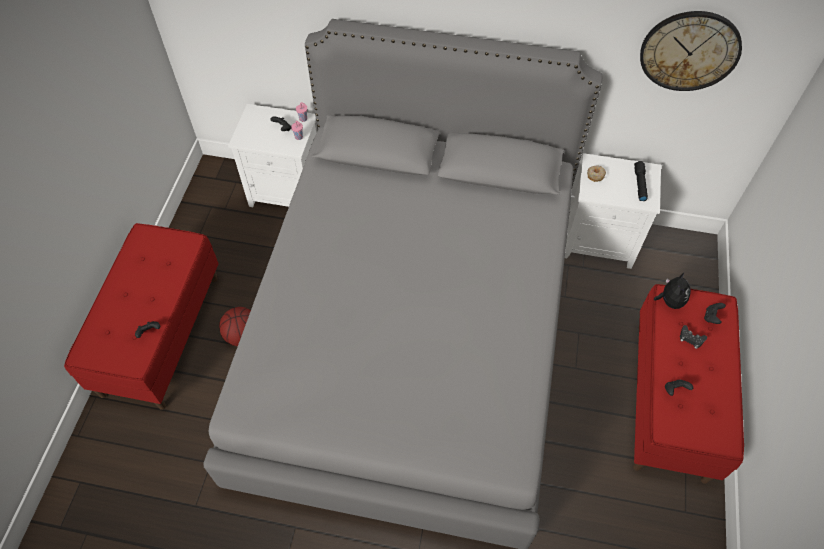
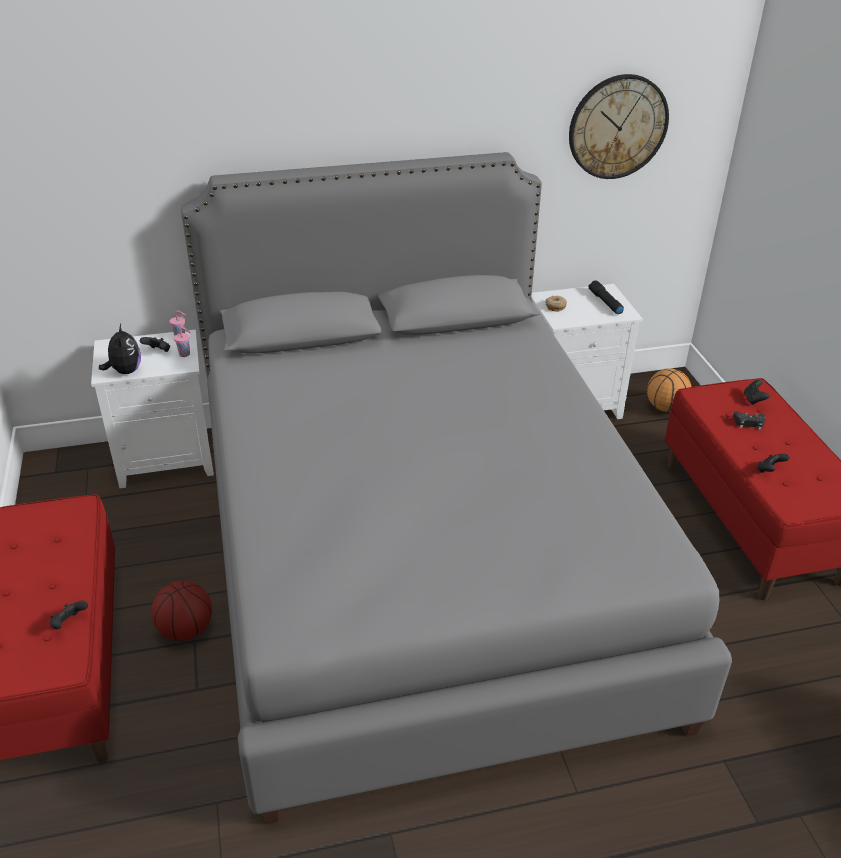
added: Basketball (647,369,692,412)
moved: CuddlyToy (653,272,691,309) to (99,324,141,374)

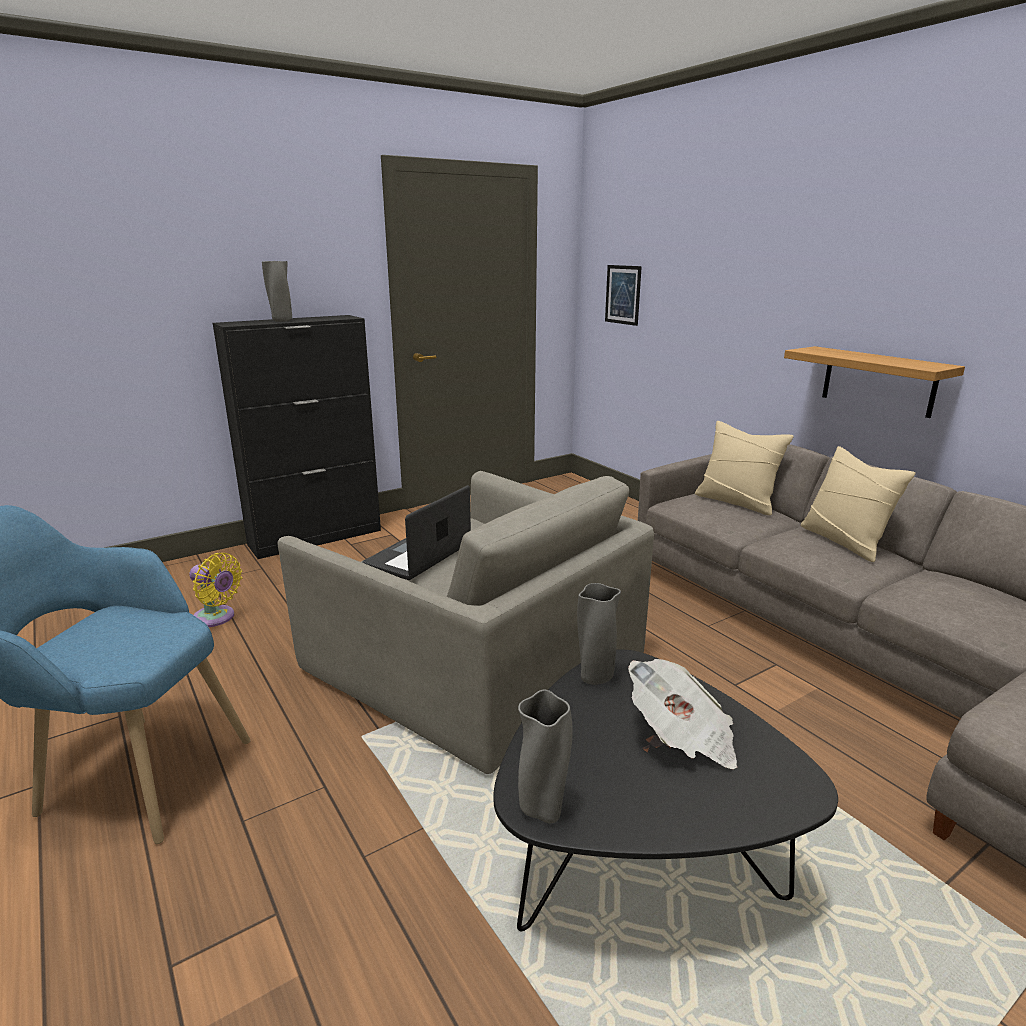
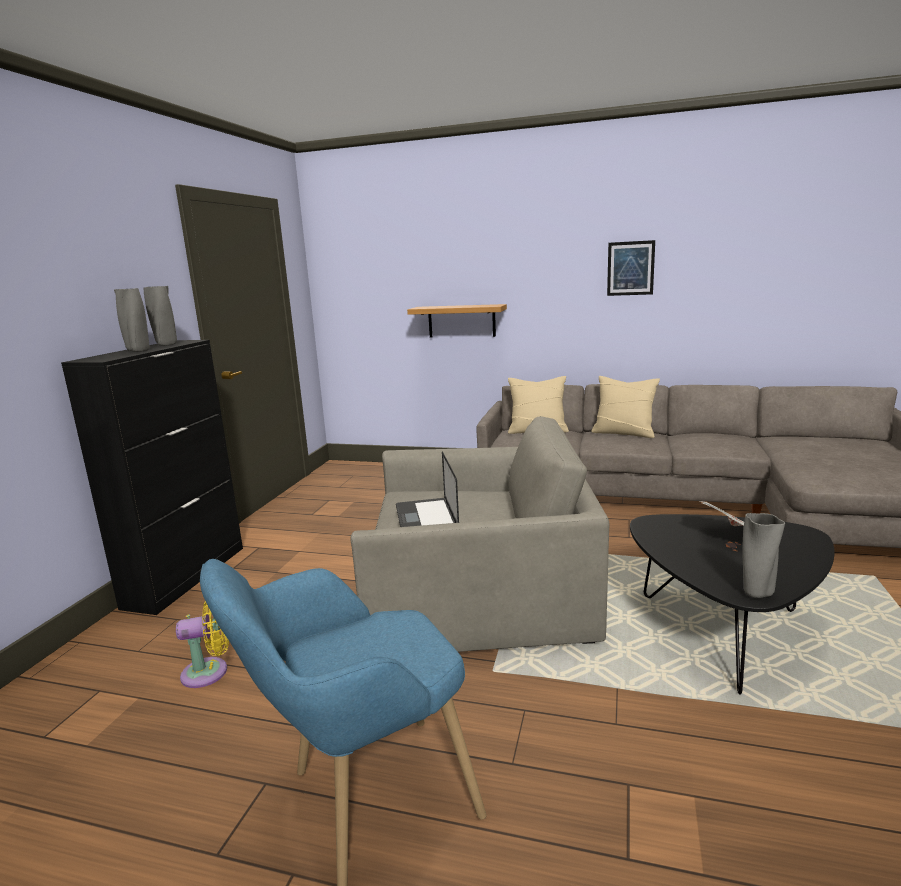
moved: GreyDecorativeVase (577,583,621,685) to (143,286,177,346); WallShelf (784,346,965,418) to (407,304,507,338); Picture (605,265,642,326) to (607,240,655,296)

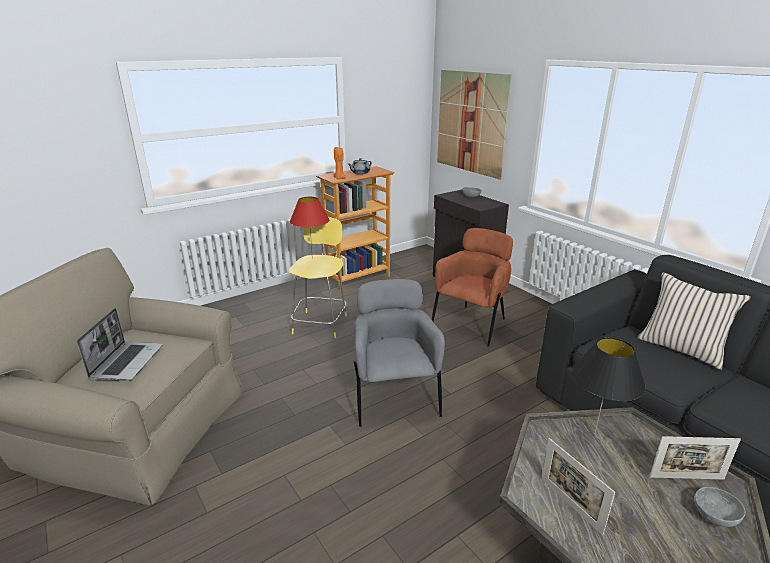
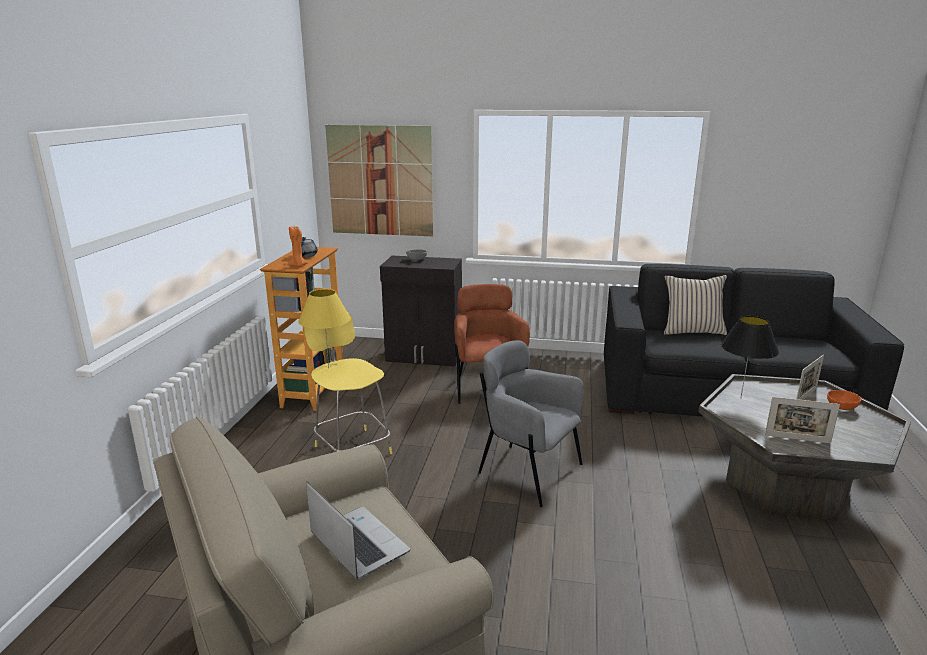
recoloured: RedColouredTabletopLamp (290,197,329,258) to YellowColouredTabletopLamp (298,289,351,369); GreyDeepDish (695,487,746,527) to OrangeyDeepDish (827,390,862,410)

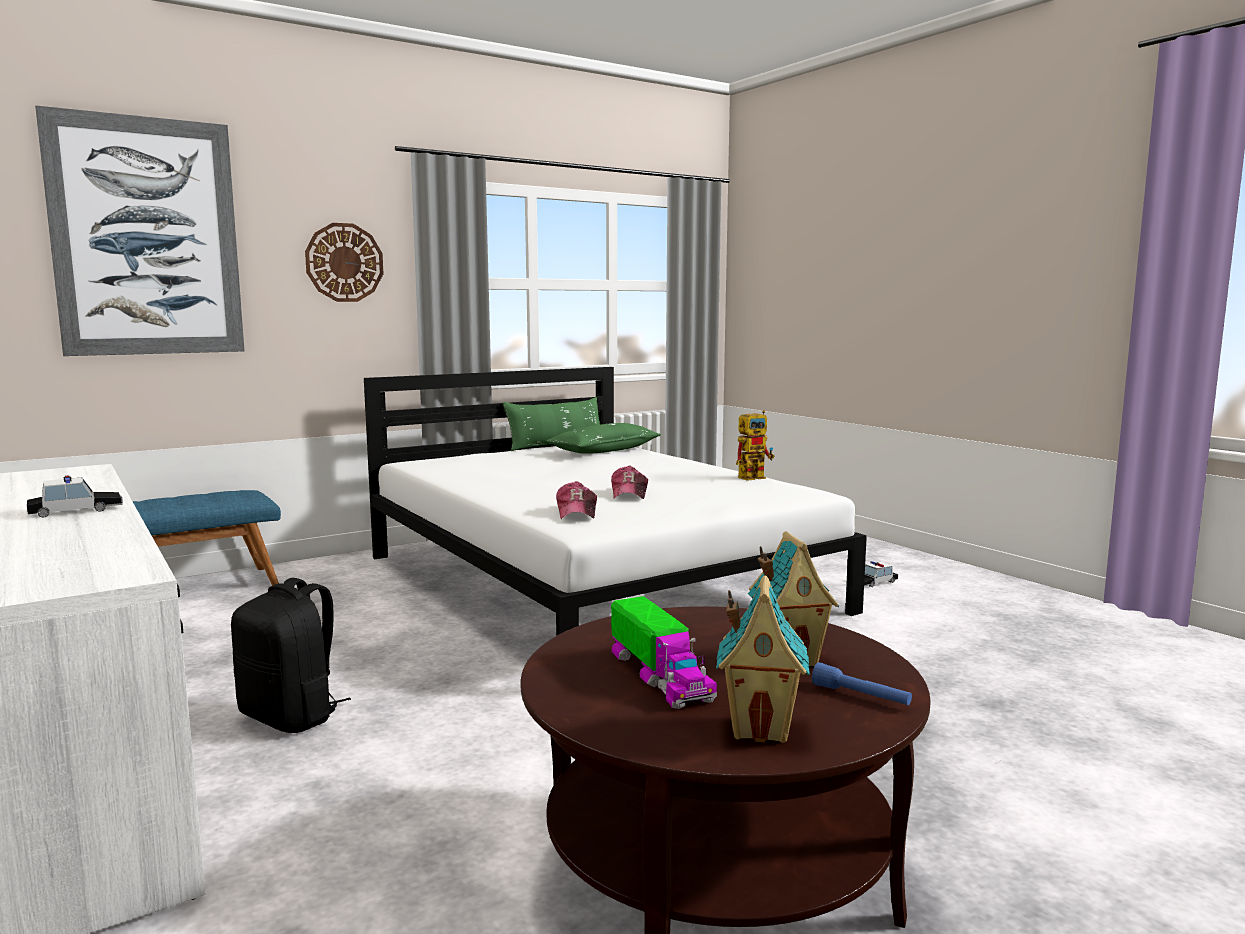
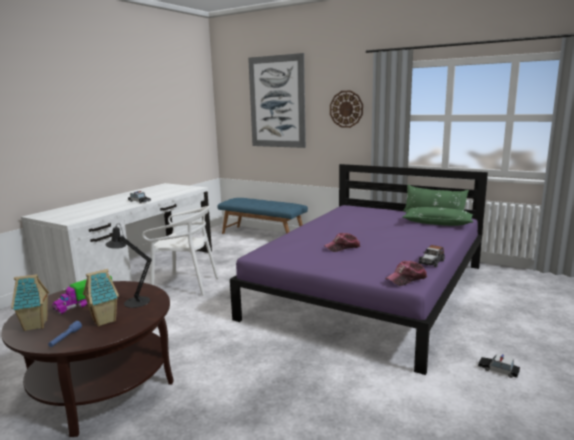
added: BlackishTabletopLamp (105,223,152,308)
moved: PeakedCap (556,481,597,519) to (385,261,427,286)
replaced: BlackishKnapsack (231,578,351,733) to WhitePlainChair (142,206,218,295); RobotFigure (736,410,775,481) to ToyCar (418,245,445,268)
recoloured: WhiteSleepingBed (364,367,867,636) to PurpleColouredSleepingBed (230,164,488,375)

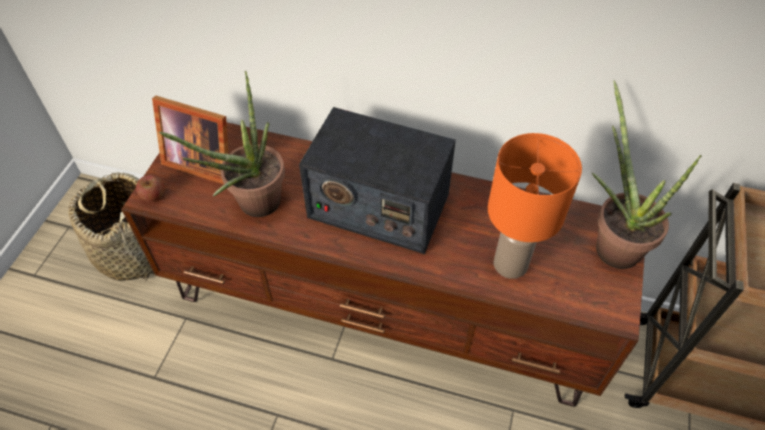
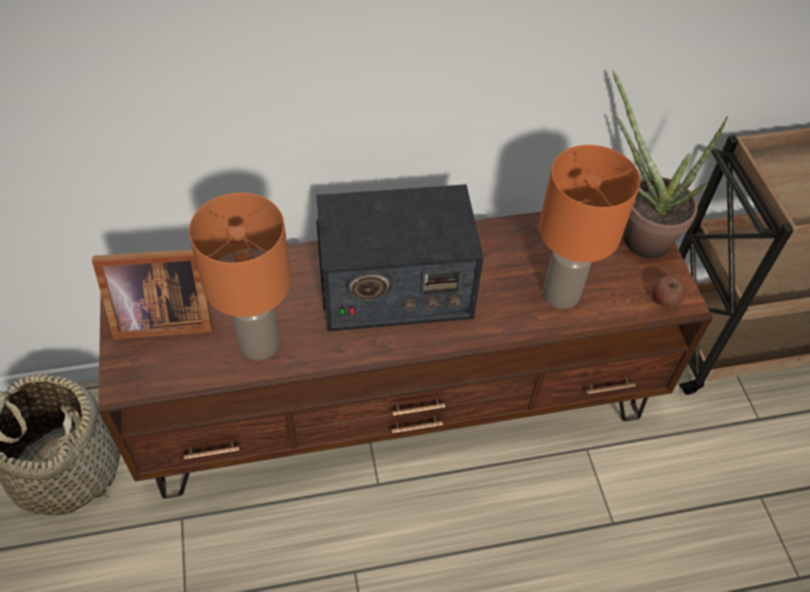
moved: Apple (136,175,165,202) to (652,276,686,307)
replaced: PottedPlant (159,71,285,217) to OrangeyTabletopLamp (189,193,291,360)

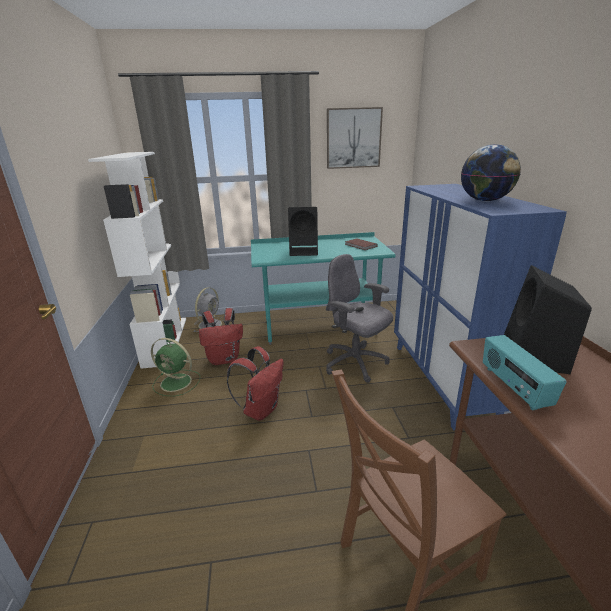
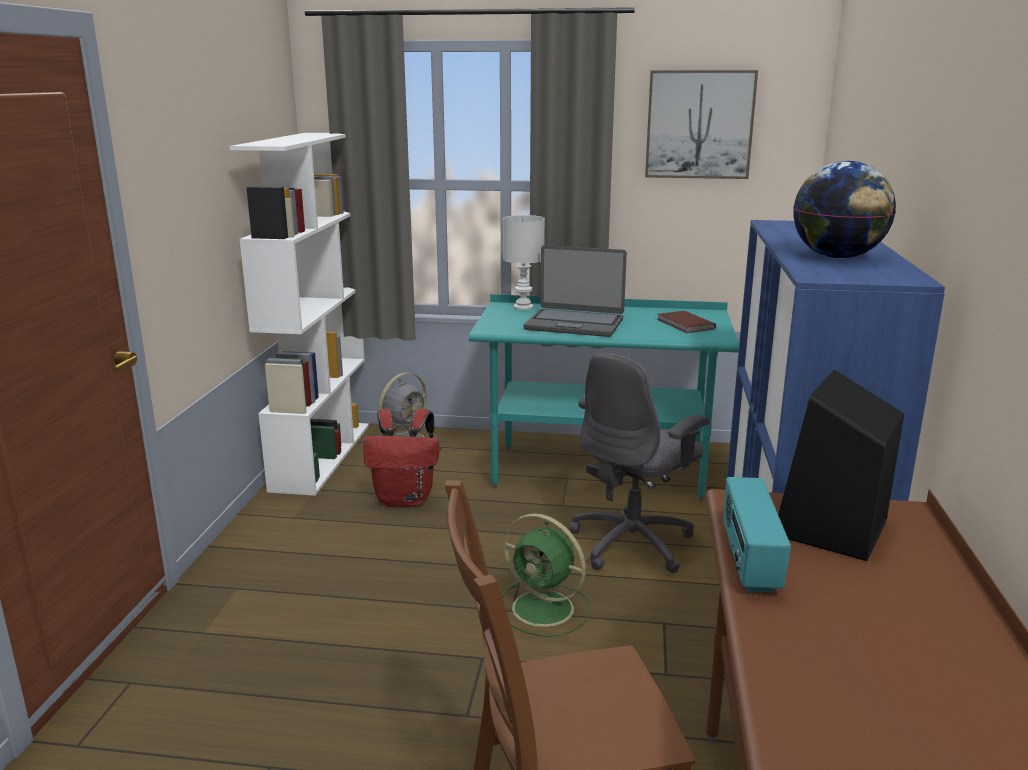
removed: RedColouredKnapsack (227,346,283,421)
added: WhiteTabletopLamp (503,215,545,310)
moved: GreenColouredCoolingFan (151,338,200,396) to (502,513,592,637)
replaced: BlackishSpeaker (288,207,318,256) to Laptop (524,245,627,337)
turned: GreyDeskChair (326,254,393,383) = (569,353,709,574) 105 degrees counterclockwise

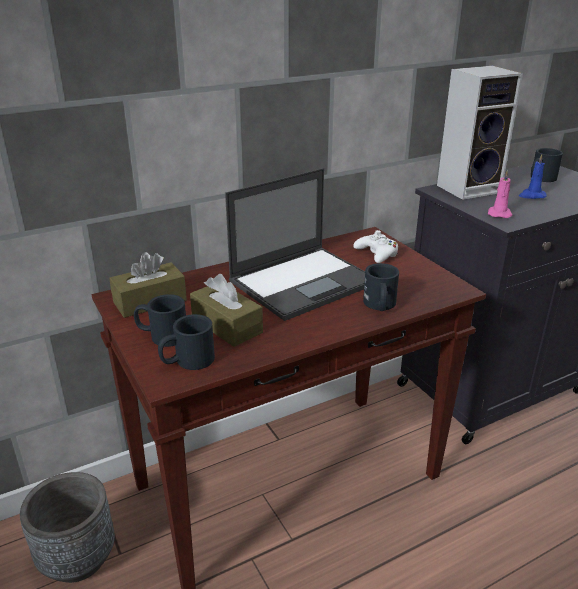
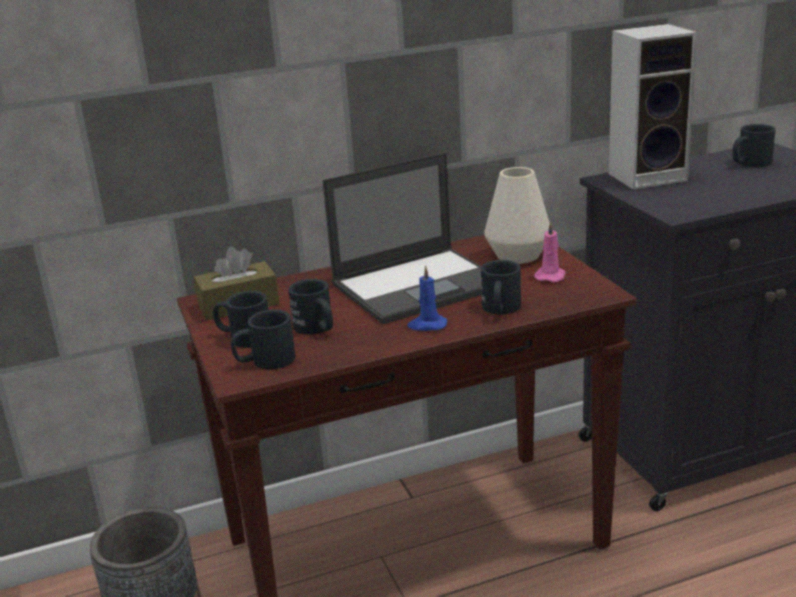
moved: BlueColouredCandle (519,154,547,199) to (407,265,447,331); PinkishCandle (488,169,512,218) to (534,221,566,282)
replaced: BrownTissueHolder (190,274,263,347) to BlackishCoffeeMug (288,279,333,334); WhiteGamepad (353,230,398,263) to WhiteDecorativeVase (484,167,550,264)

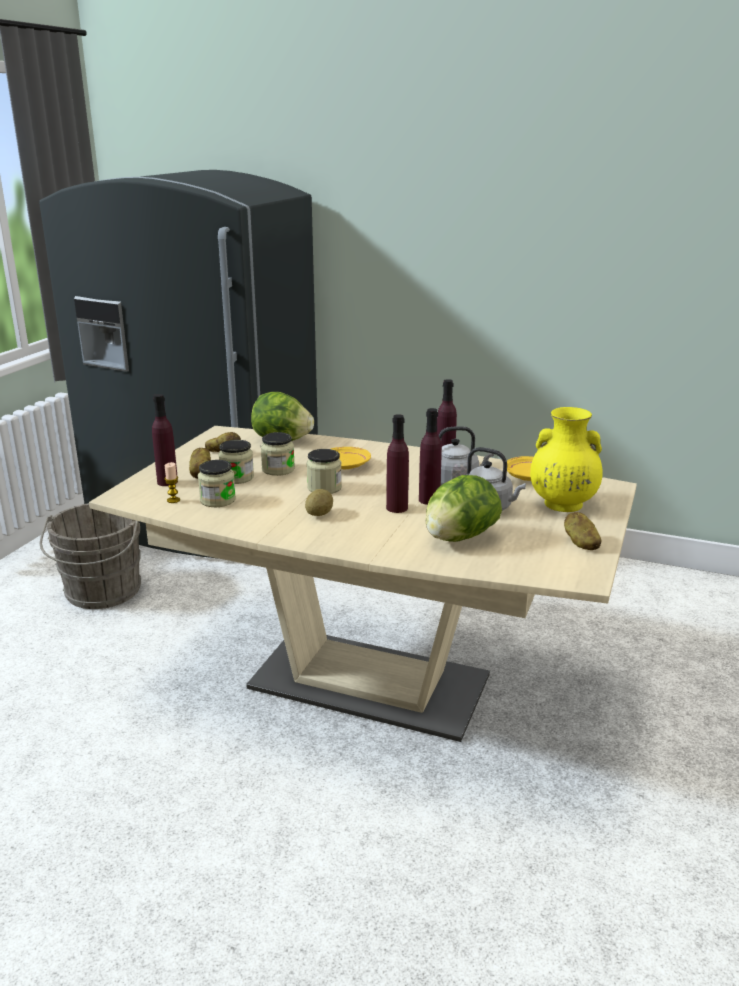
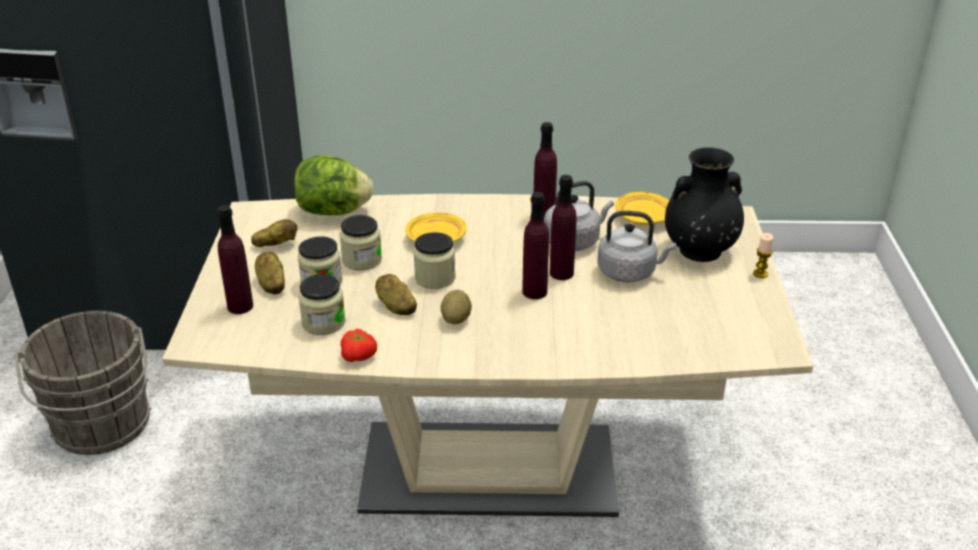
removed: Lettuce (425,475,502,542)
added: FreshTomato (341,329,377,362)
moved: Potato (564,512,601,550) to (375,274,417,315); Candle (164,462,180,503) to (753,233,773,278)
recoloured: YellowColouredDecorativeVase (530,407,603,512) to BlackishDecorativeVase (665,147,744,262)

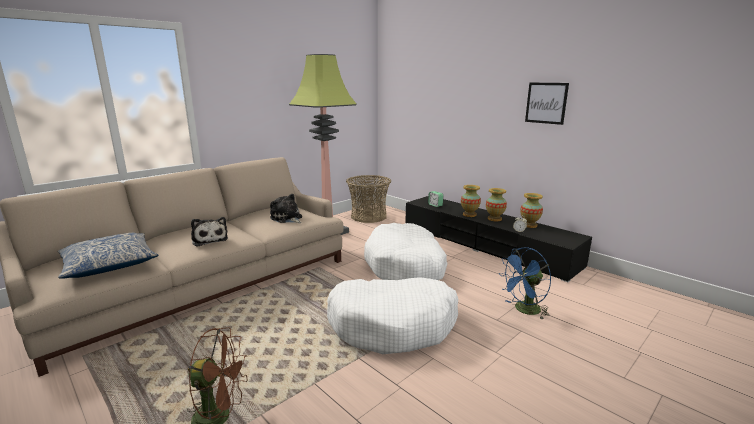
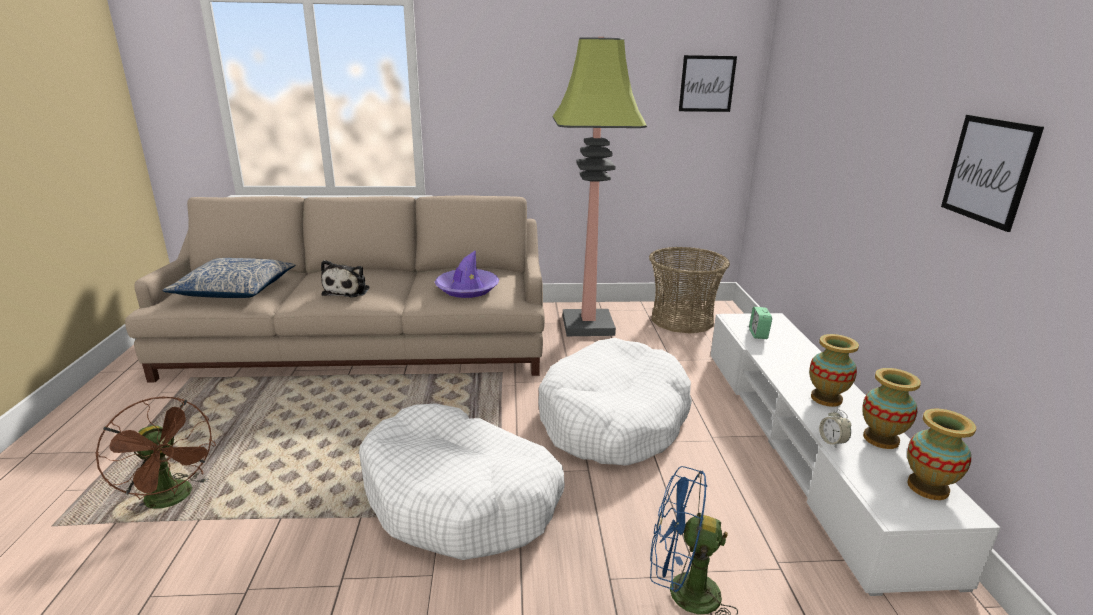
added: Picture (679,55,737,112)
moved: DecorativeVase (461,185,481,217) to (907,408,976,500)
replaced: CuddlyToy (270,194,302,223) to PurpleColouredWearableHat (435,250,499,298)
recoloured: BlackishMediaConsole (405,196,592,282) to WhiteMediaConsole (710,313,1001,596)

